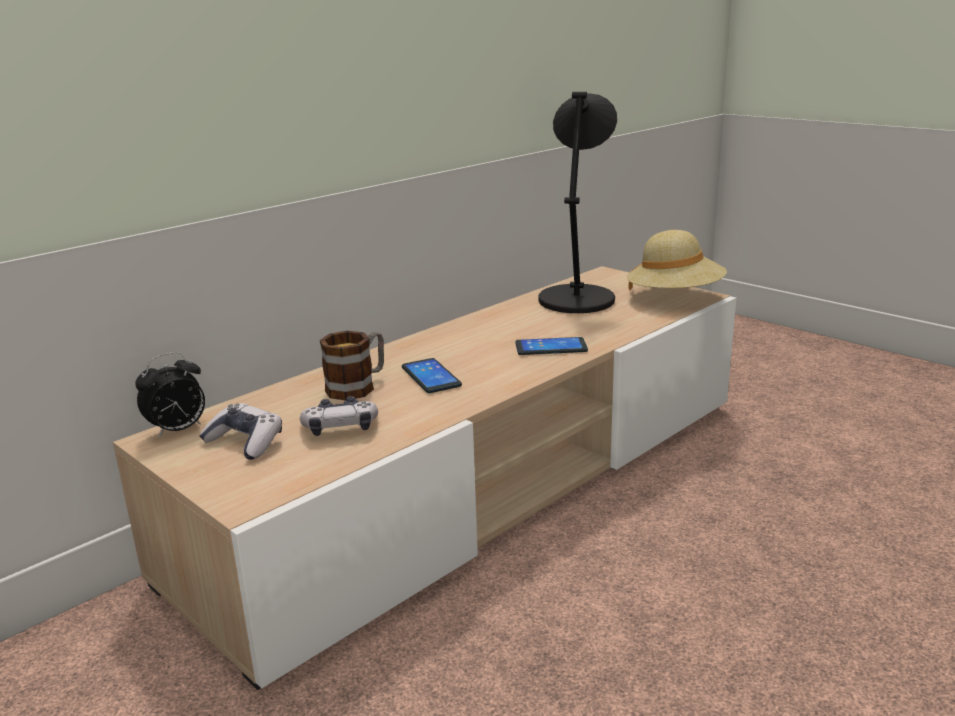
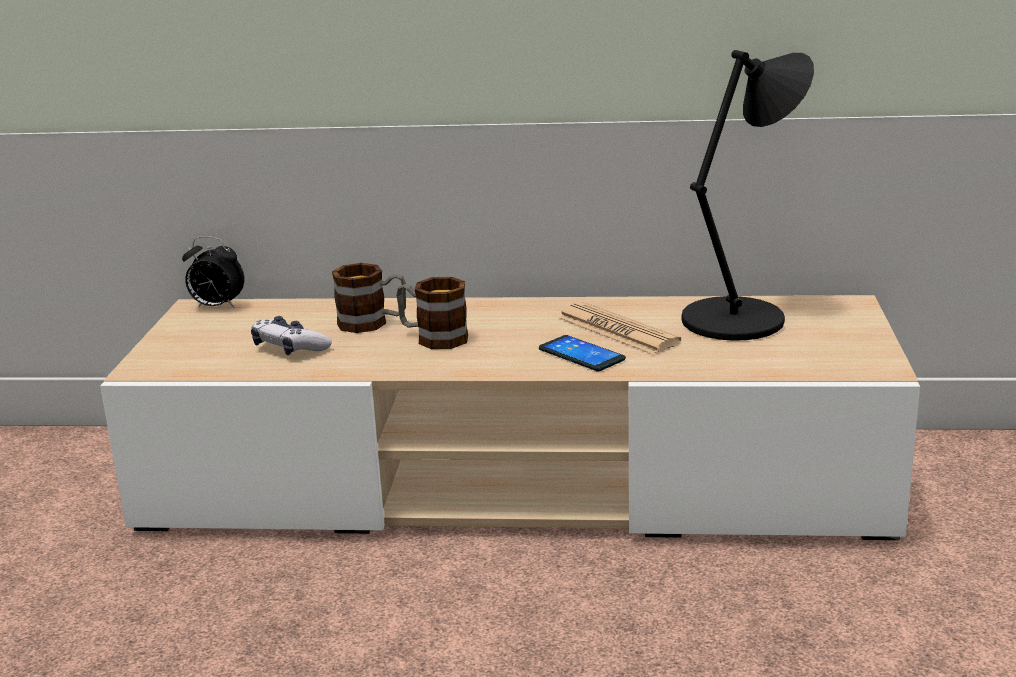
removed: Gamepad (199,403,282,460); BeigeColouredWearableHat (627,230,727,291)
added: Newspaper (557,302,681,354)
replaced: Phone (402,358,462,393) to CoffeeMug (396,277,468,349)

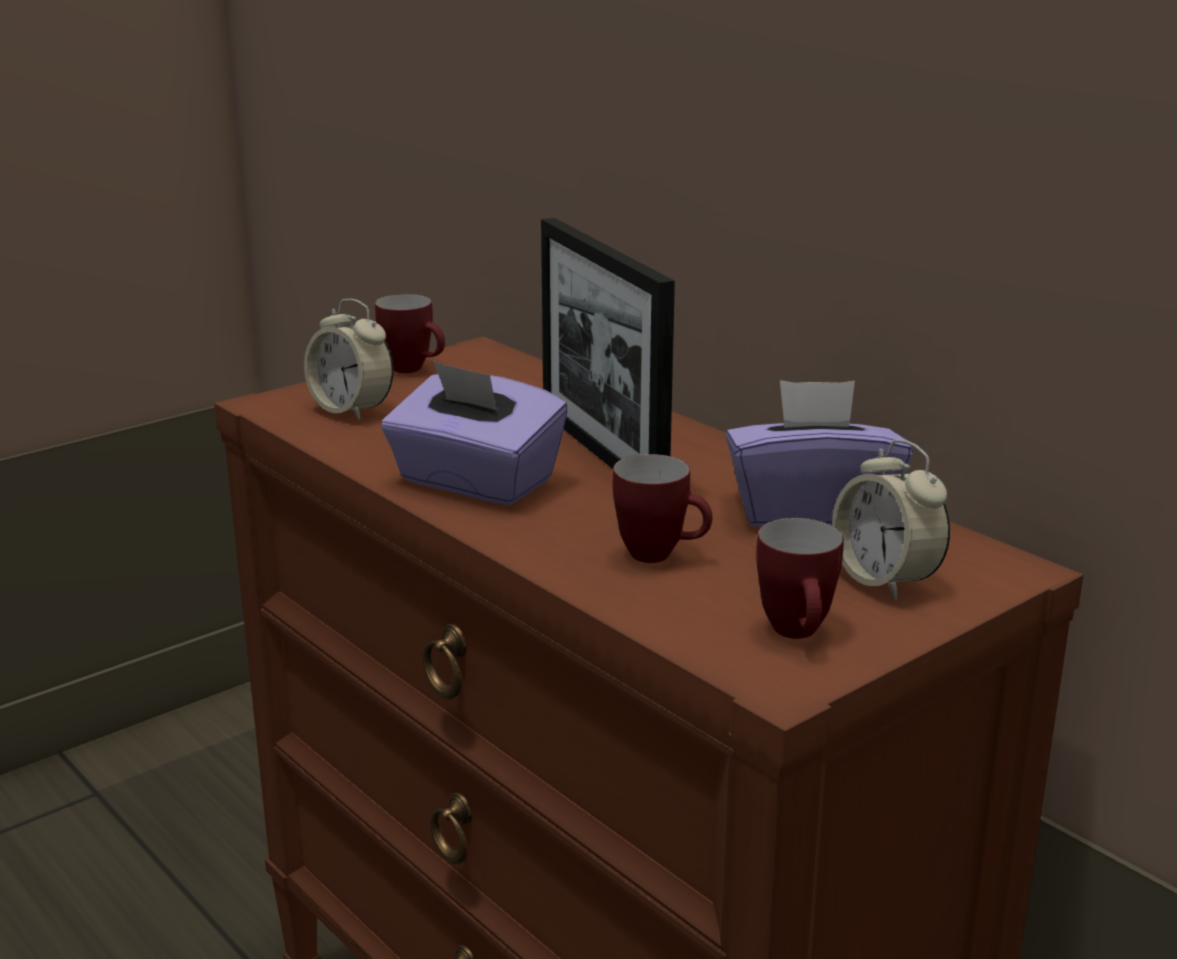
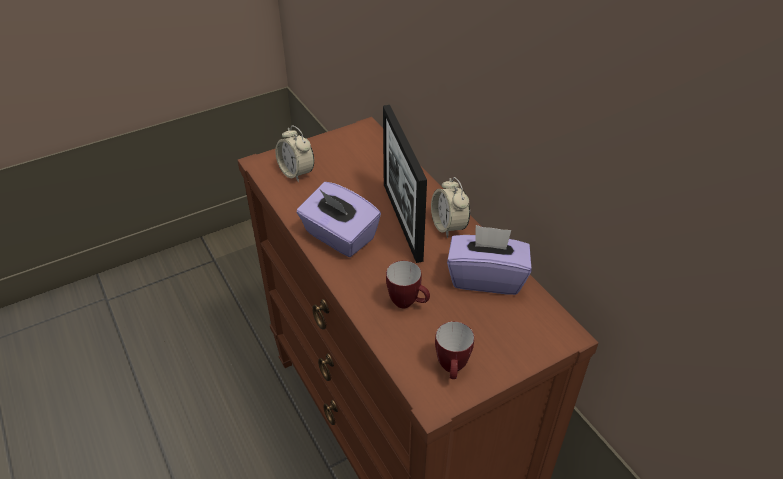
removed: CoffeeMug (375,294,445,373)
moved: AlarmClock (832,439,950,600) to (431,177,470,238)

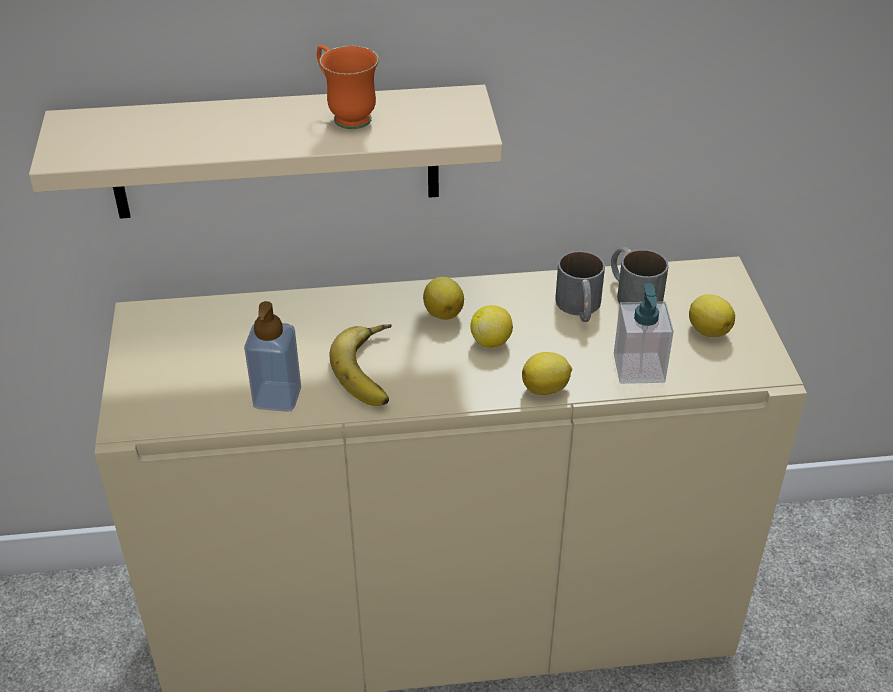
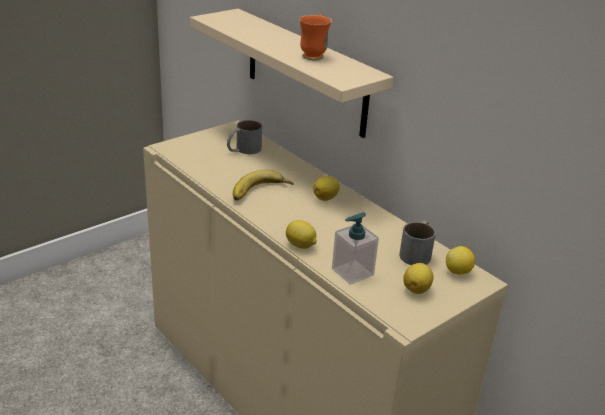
removed: SoapBottle (244,301,301,412)
moved: GreyCoffeeMug (555,251,605,322) to (227,120,262,154); WholeLemon (470,305,513,348) to (446,246,475,274)

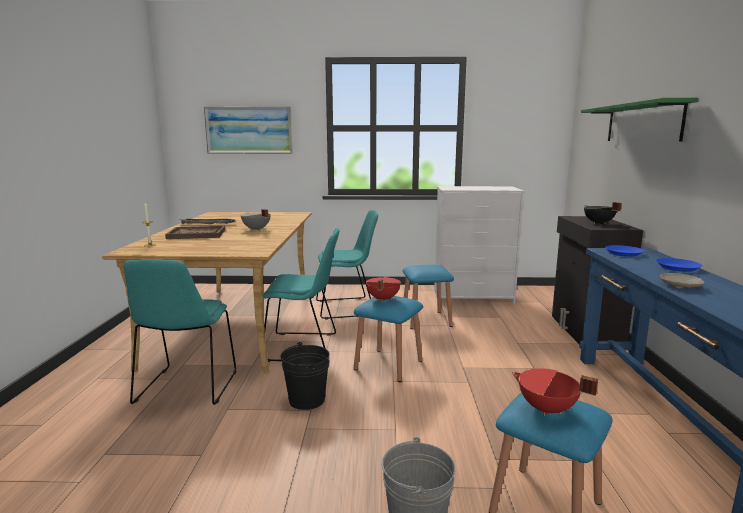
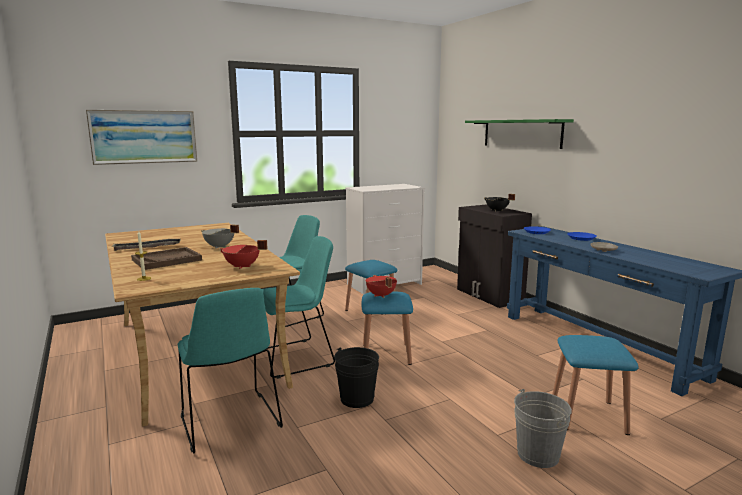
moved: RedColouredSaucepot (512,368,598,416) to (219,240,268,269)

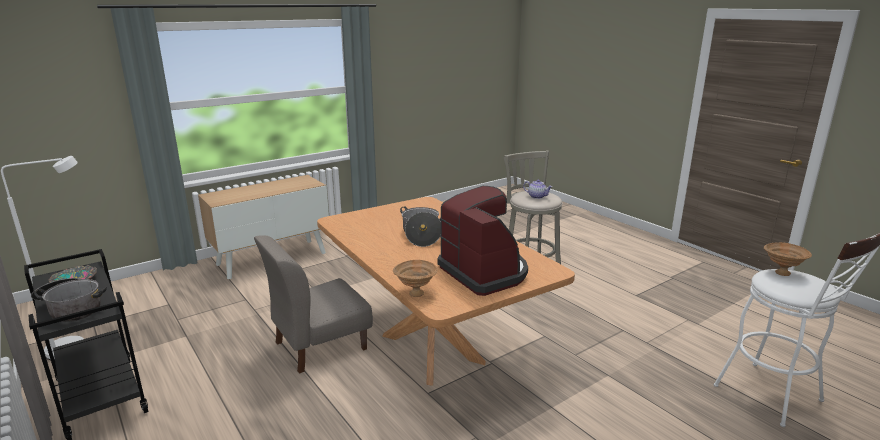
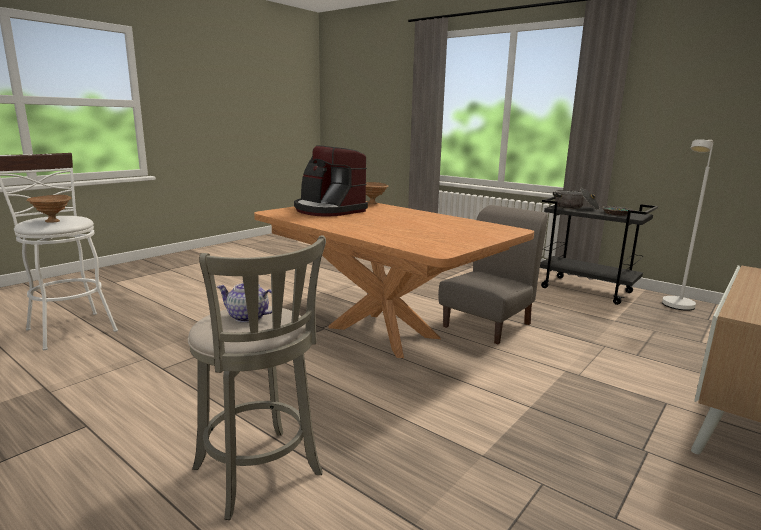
removed: Saucepot (400,206,441,247)

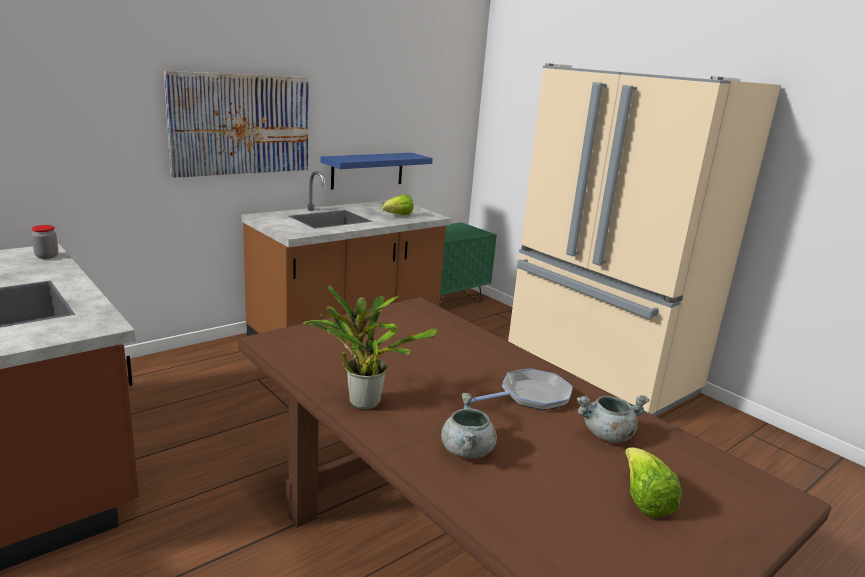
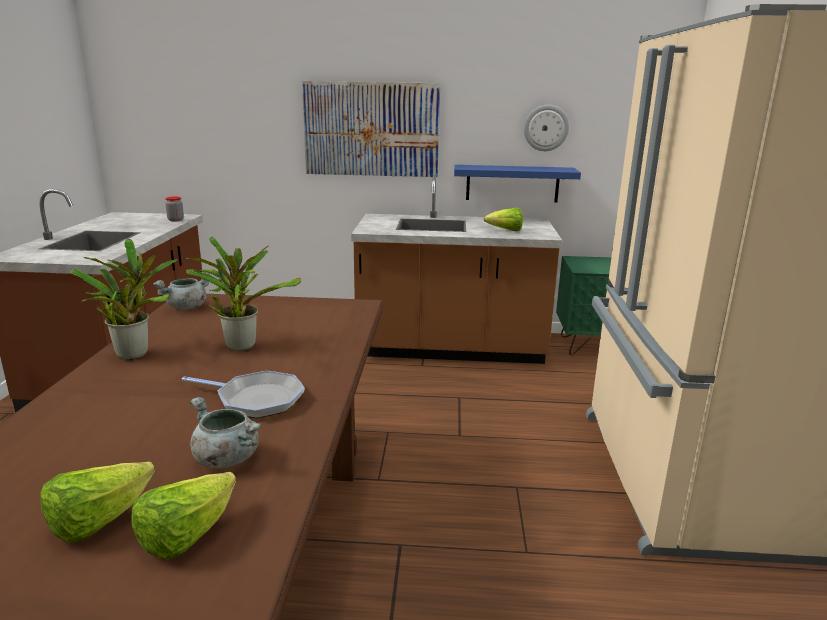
added: Lettuce (131,472,236,559); PottedPlant (186,237,301,351); HangingClock (524,105,569,151)
moved: GreySaucepot (441,393,497,458) to (153,272,210,310)

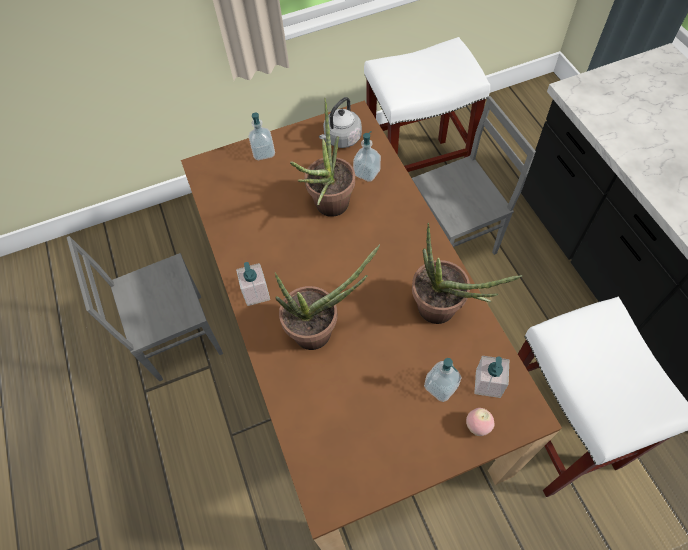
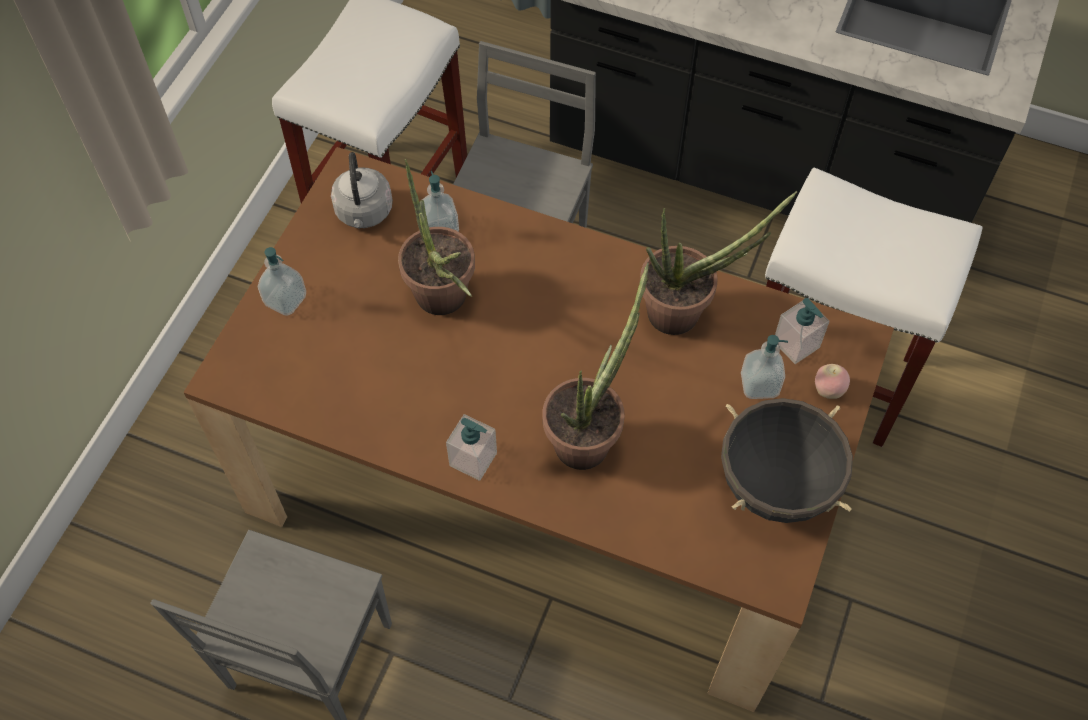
added: BlackishSaucepot (721,398,853,523)

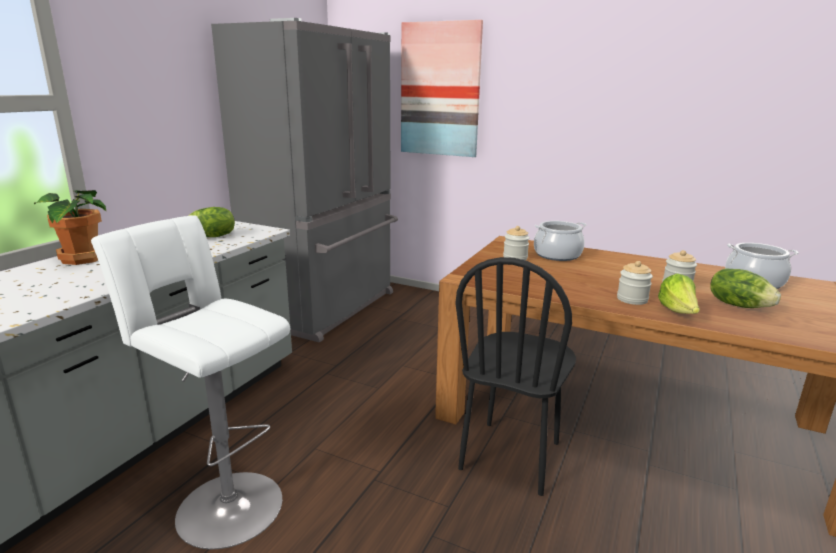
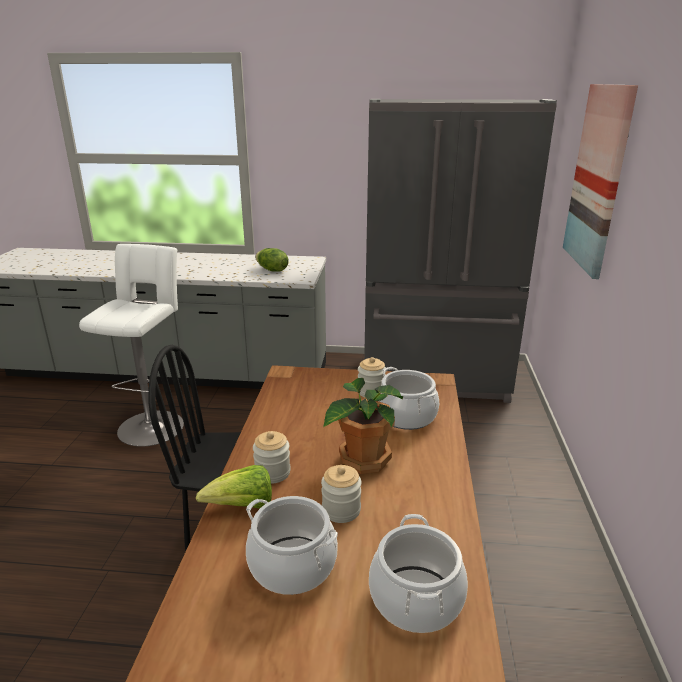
moved: PottedPlant (34,190,107,265) to (323,378,403,474)
replaced: Lettuce (710,269,781,308) to Saucepot (246,496,338,595)

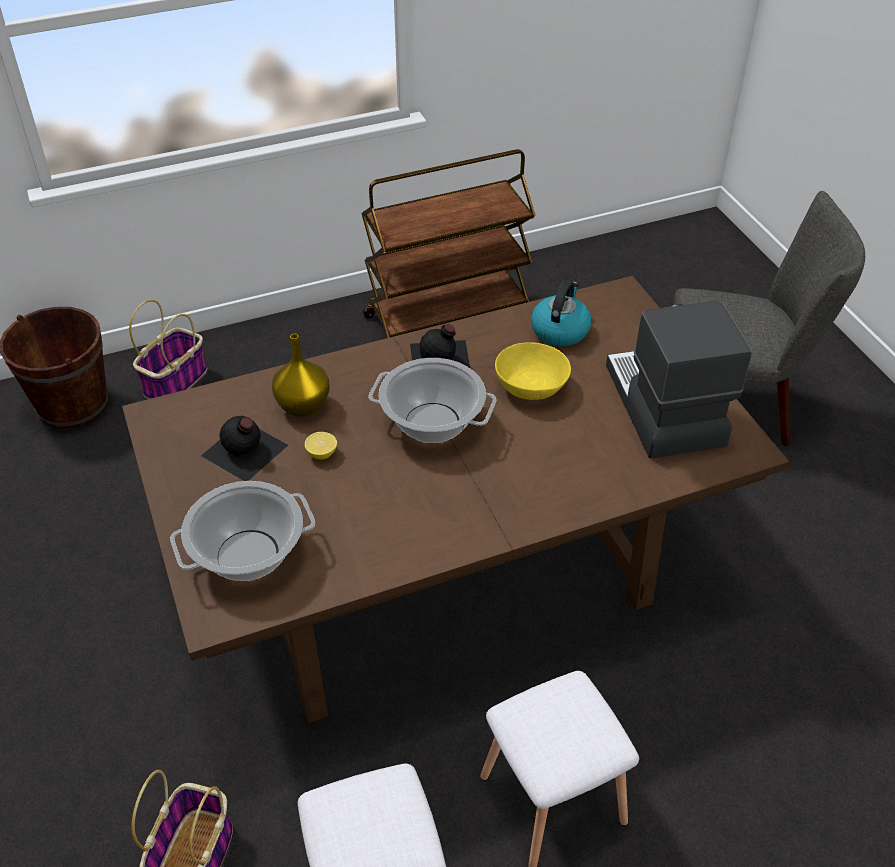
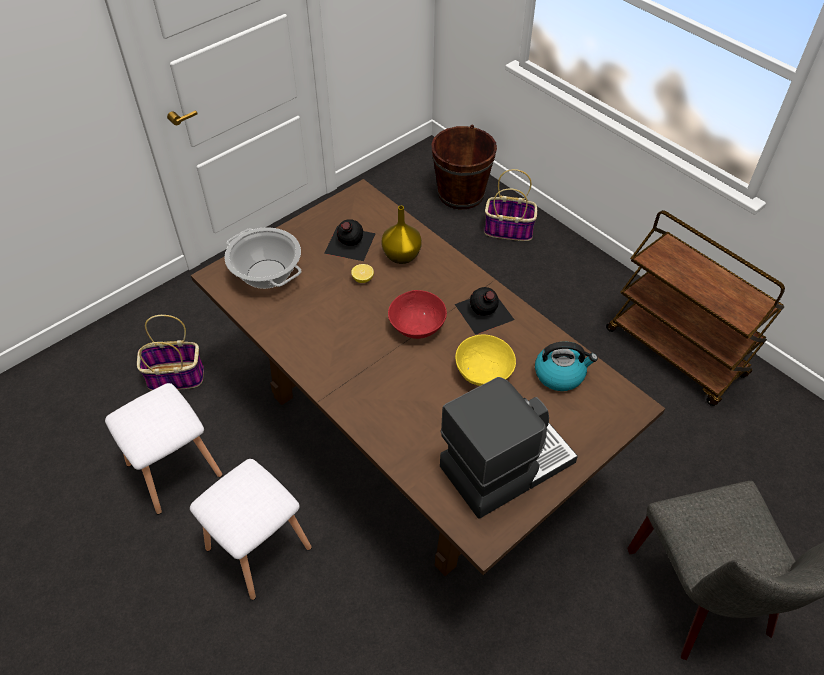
replaced: Saucepot (368,358,496,443) to RedColouredDeepDish (388,290,447,339)

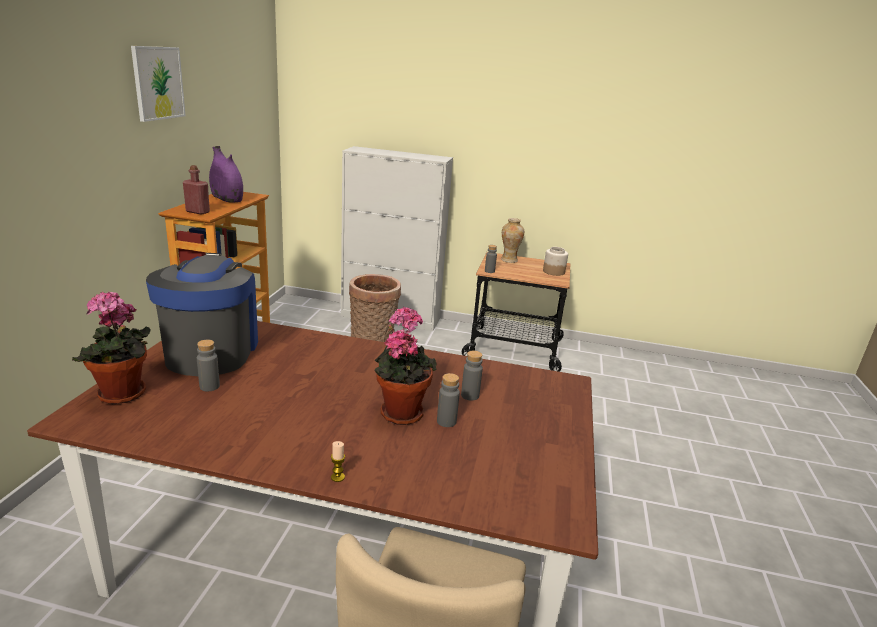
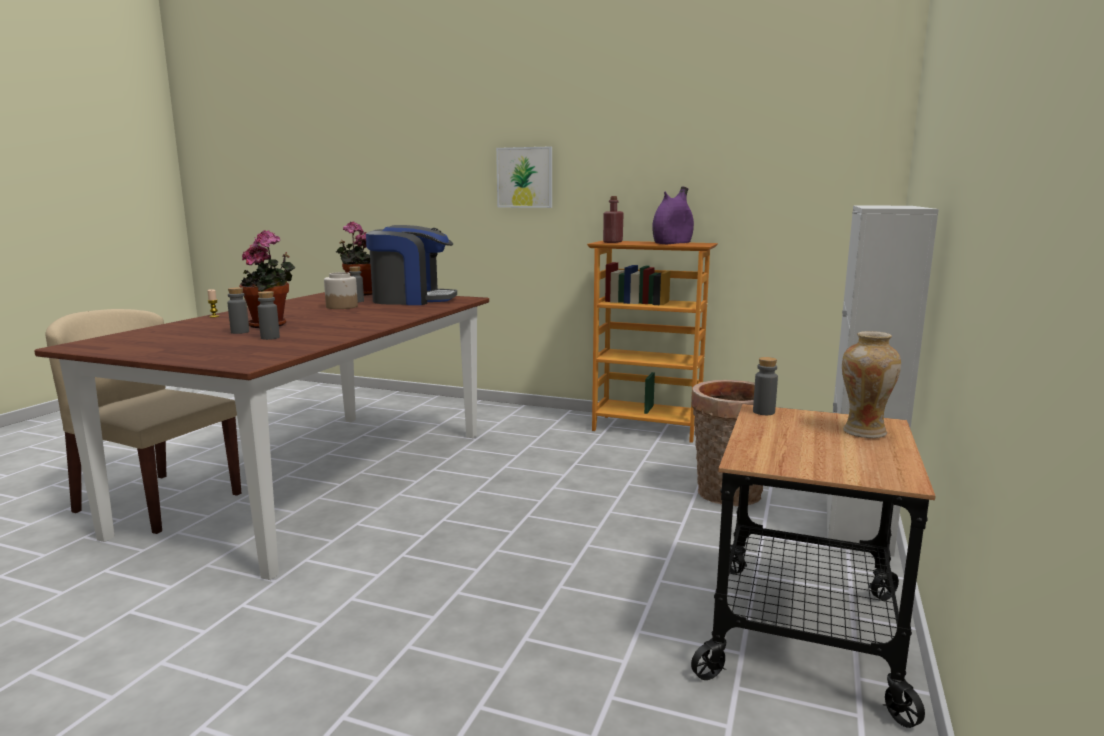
moved: StorageJar (543,247,568,276) to (324,272,358,309); Picture (131,46,186,122) to (496,146,552,208)

